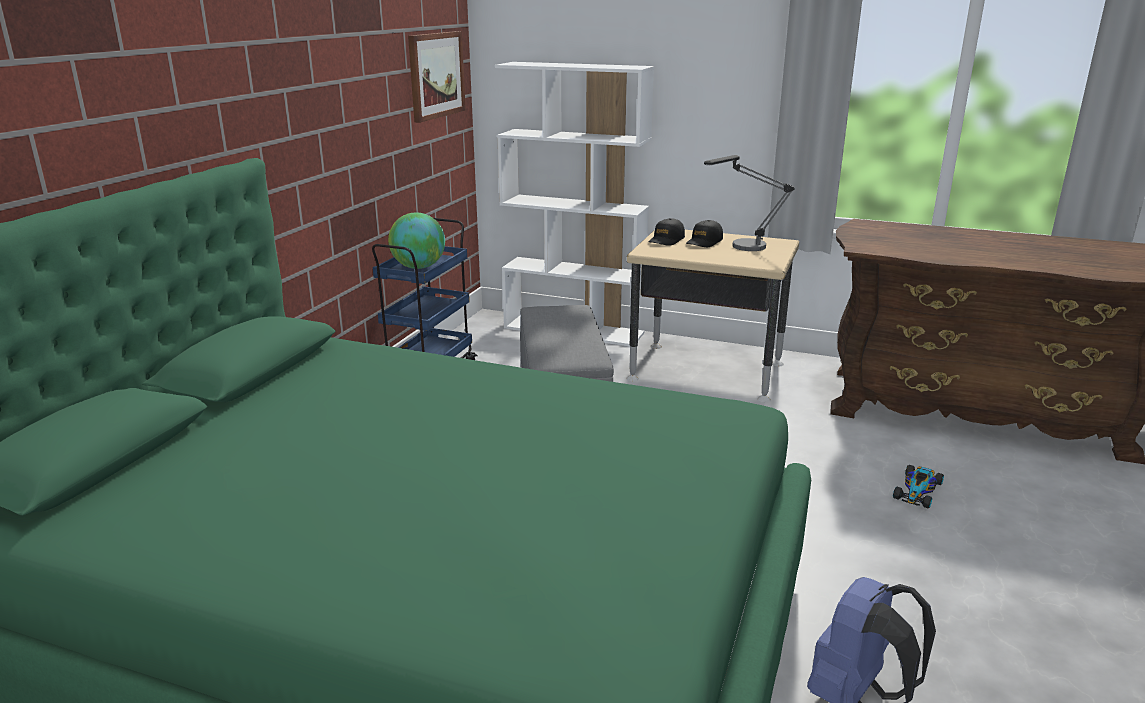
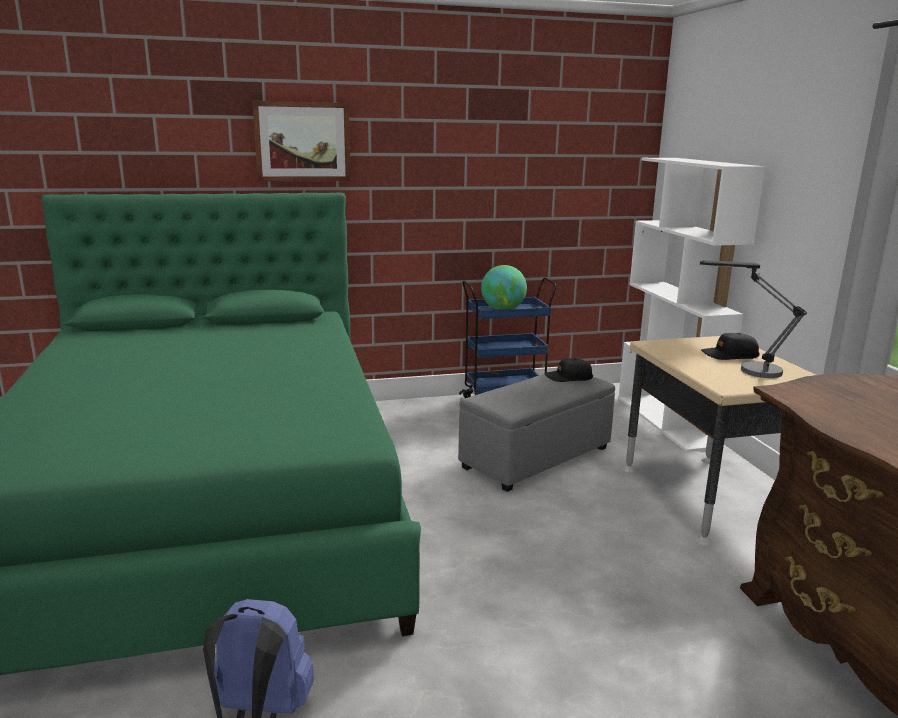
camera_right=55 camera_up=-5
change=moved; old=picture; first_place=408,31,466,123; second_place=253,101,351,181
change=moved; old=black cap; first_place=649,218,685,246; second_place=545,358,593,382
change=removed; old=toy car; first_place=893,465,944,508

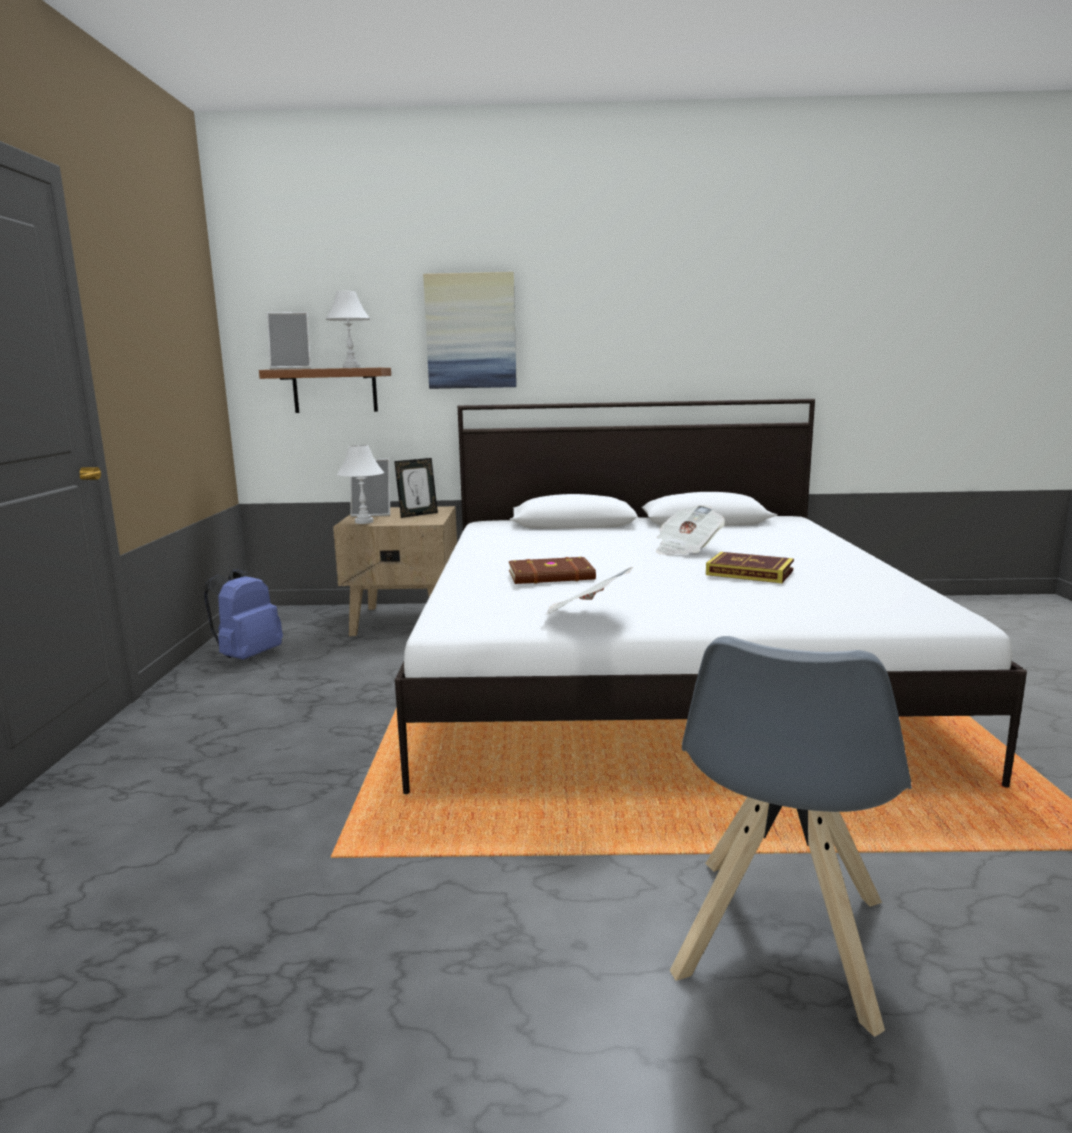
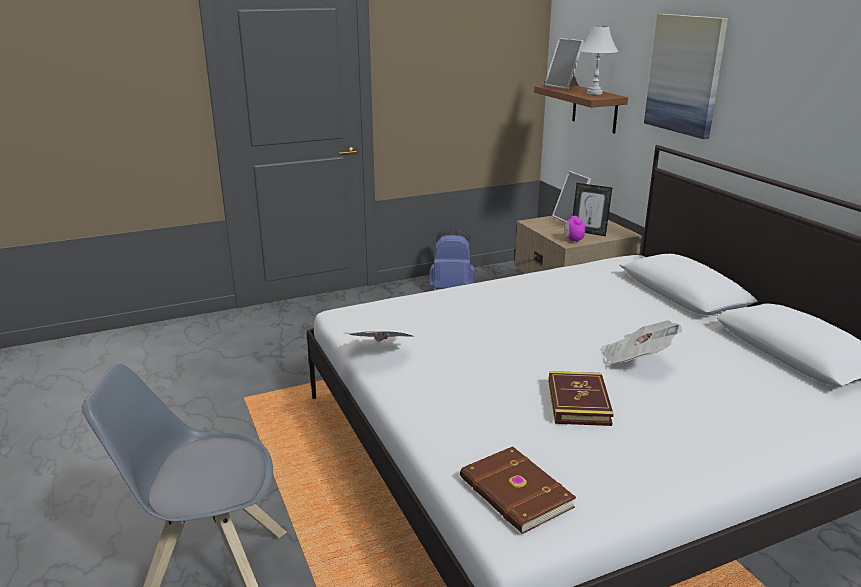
camera_right=65 camera_up=10
change=moved; old=brown book; first_place=509,557,596,584; second_place=460,446,576,534
change=added; new=alarm clock; second_place=565,216,585,243
change=removed; old=white table lamp; first_place=337,445,384,524

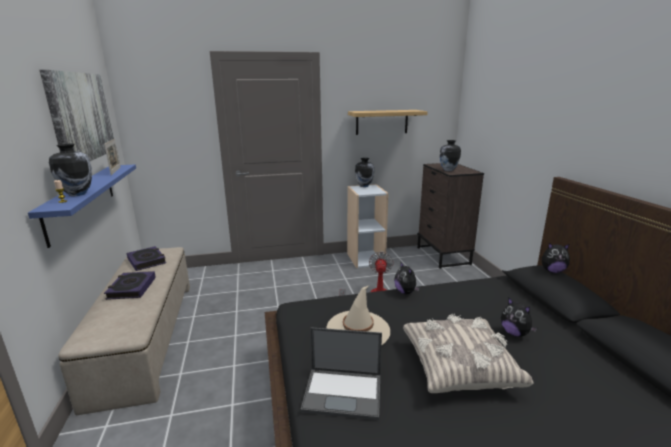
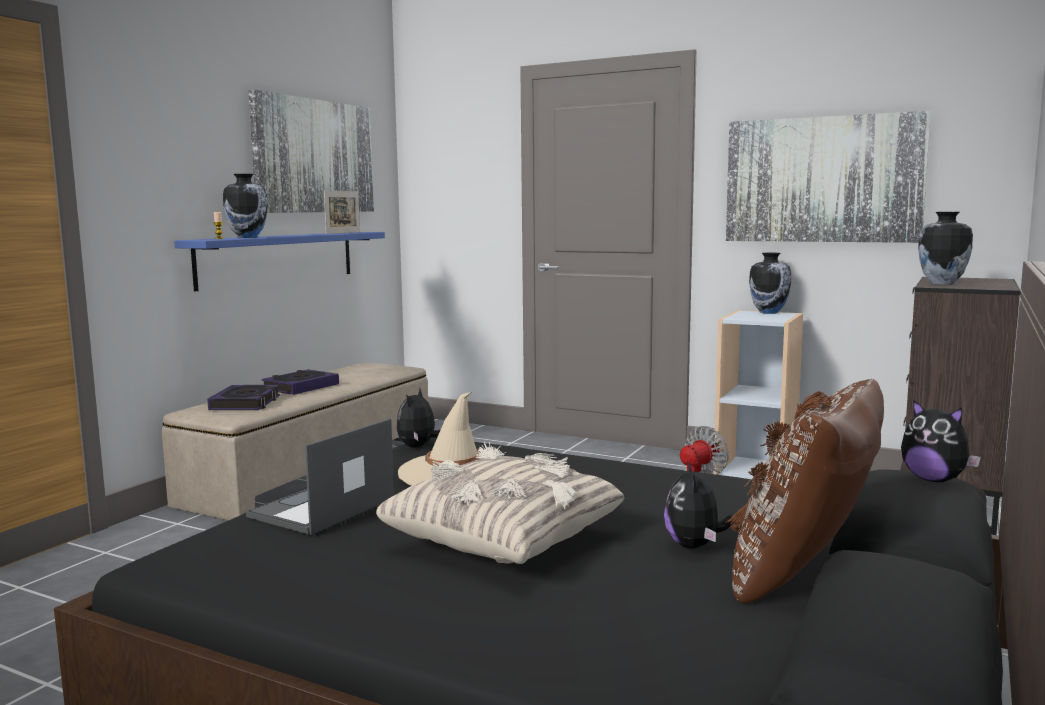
camera_right=40 camera_up=-10
change=moved; old=book; first_place=127,246,166,271; second_place=208,385,280,410
change=turned; old=laptop; first_place=300,327,382,420; second_place=246,418,394,535; degrees=75
change=moved; old=plush toy; first_place=394,261,420,294; second_place=396,389,441,447
change=added; new=brown pillow; second_place=725,379,884,603
change=replaced; old=shelf; new=picture; first_place=348,110,428,135; second_place=726,111,931,243

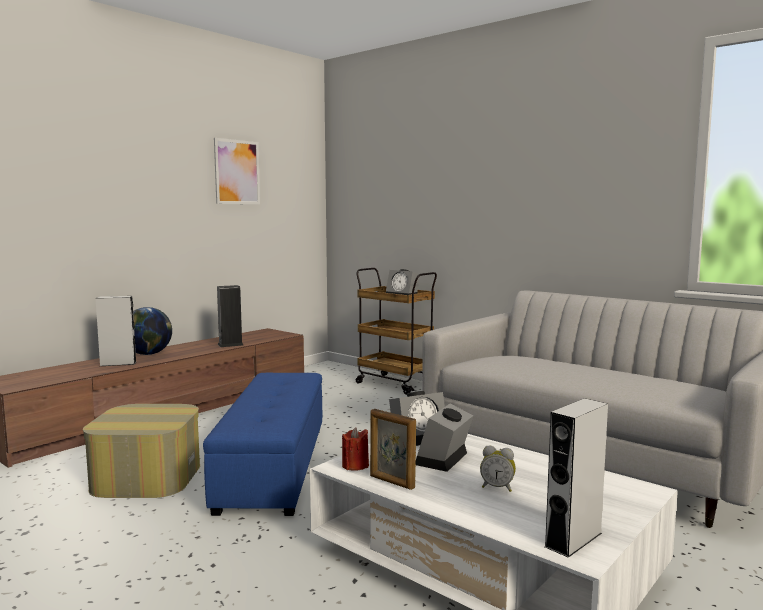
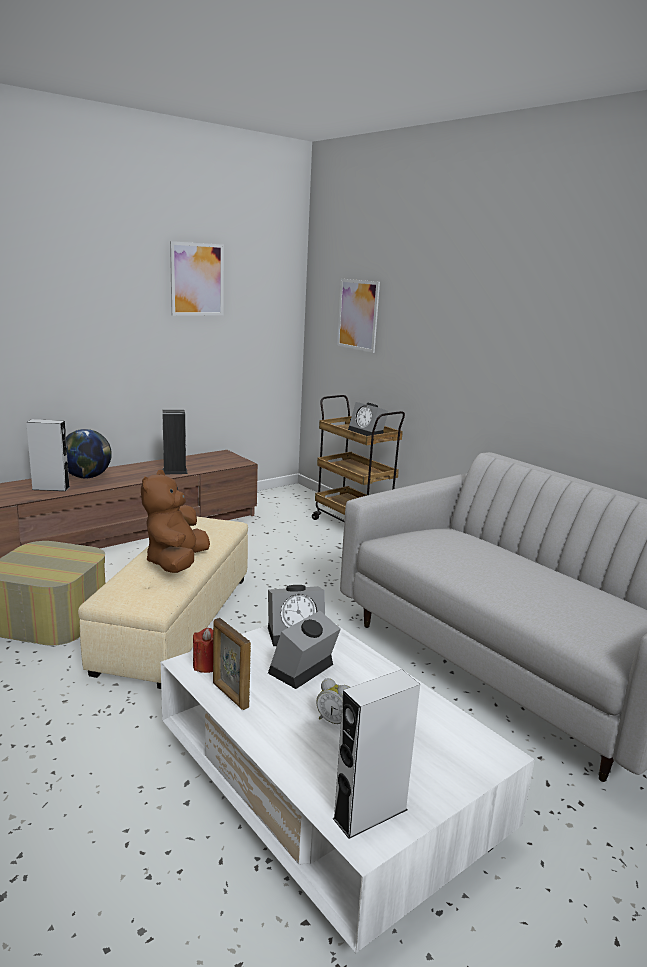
camera_right=10 camera_up=10
change=recoloured; old=blue ottoman; new=beige ottoman; first_place=203,373,322,516; second_place=78,517,248,689
change=added; new=brown plush toy; second_place=141,470,210,573
change=added; new=picture; second_place=337,279,380,353

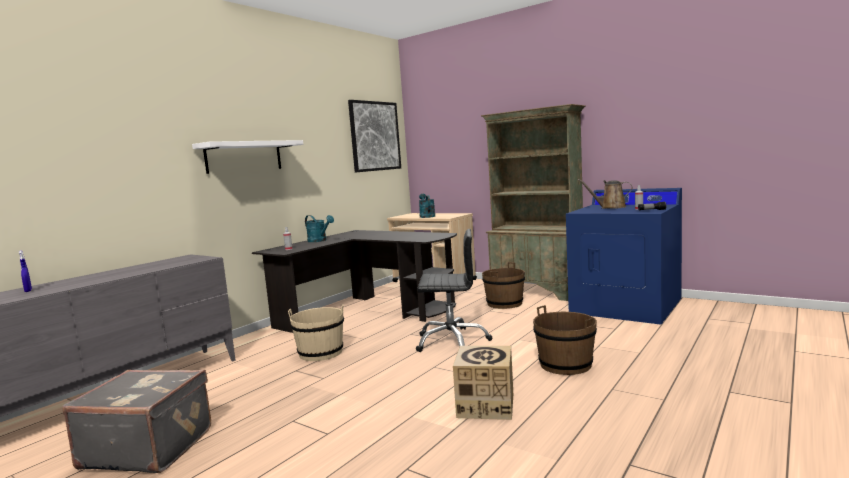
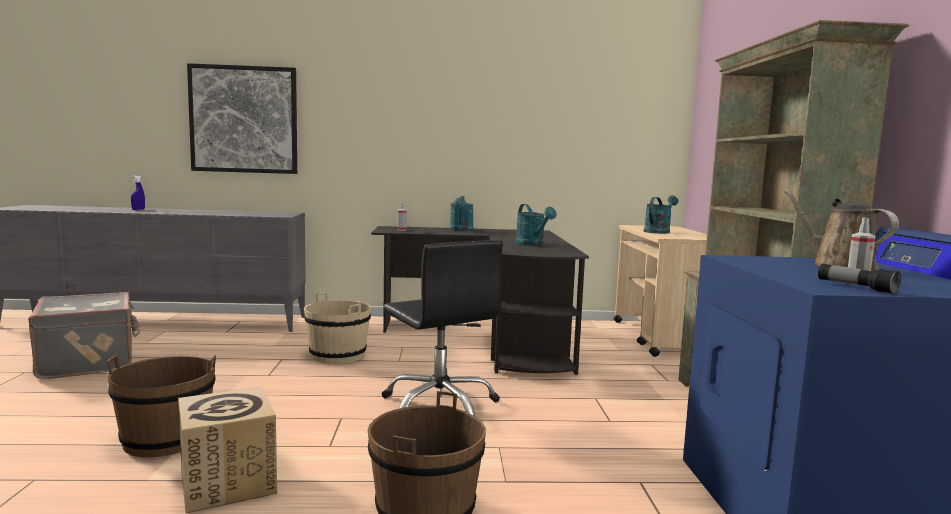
camera_right=50 camera_up=0
change=moved; old=brown bucket; first_place=482,262,525,309; second_place=106,355,216,457
change=moved; old=picture; first_place=348,100,401,172; second_place=187,63,297,174
change=added; new=turquoise watering can; second_place=516,204,557,246
change=removed; old=white shelf; first_place=192,140,303,174

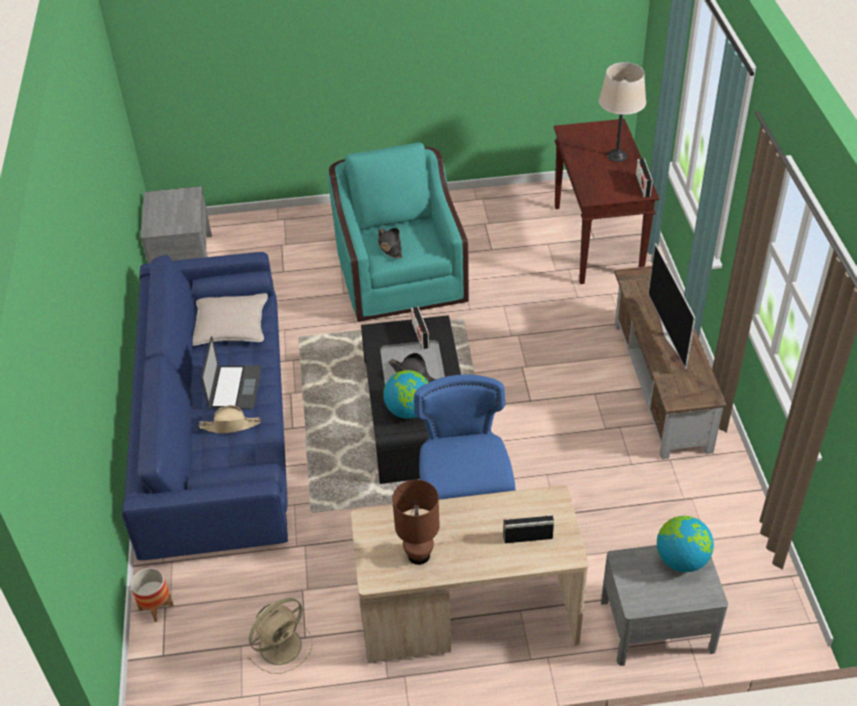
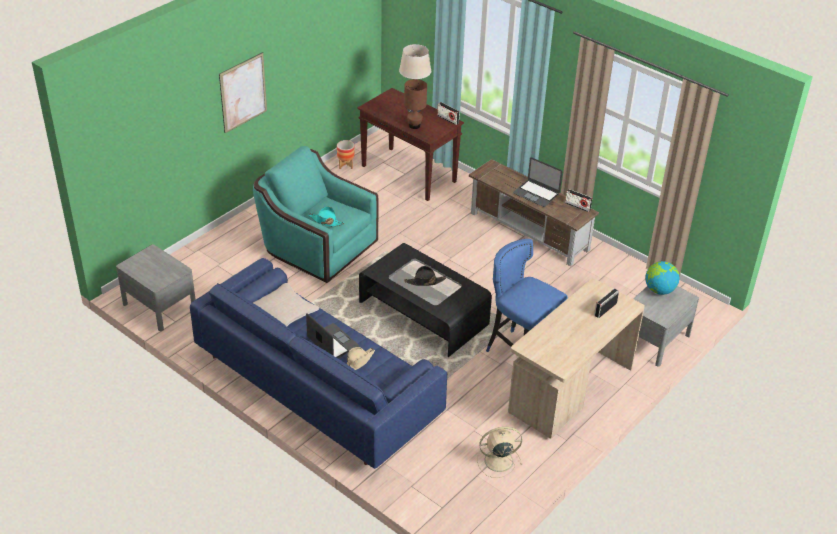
camera_right=-45 camera_up=-5
change=added; new=picture; second_place=219,52,267,133
change=recoloured; old=black hat; new=turquoise hat; first_place=378,228,403,258; second_place=309,206,345,227
change=moved; old=planter; first_place=131,568,174,622; second_place=337,140,355,169
change=moved; old=brown table lamp; first_place=392,480,439,565; second_place=404,79,427,129
change=turned; old=beige fan; first_place=247,598,313,674; second_place=477,427,523,478; degrees=-105
change=replaced; old=television; new=laptop; first_place=648,243,695,369; second_place=513,157,562,207
change=moved; old=radio; first_place=411,307,430,349; second_place=565,189,592,212
change=removed; old=globe; first_place=383,370,429,419

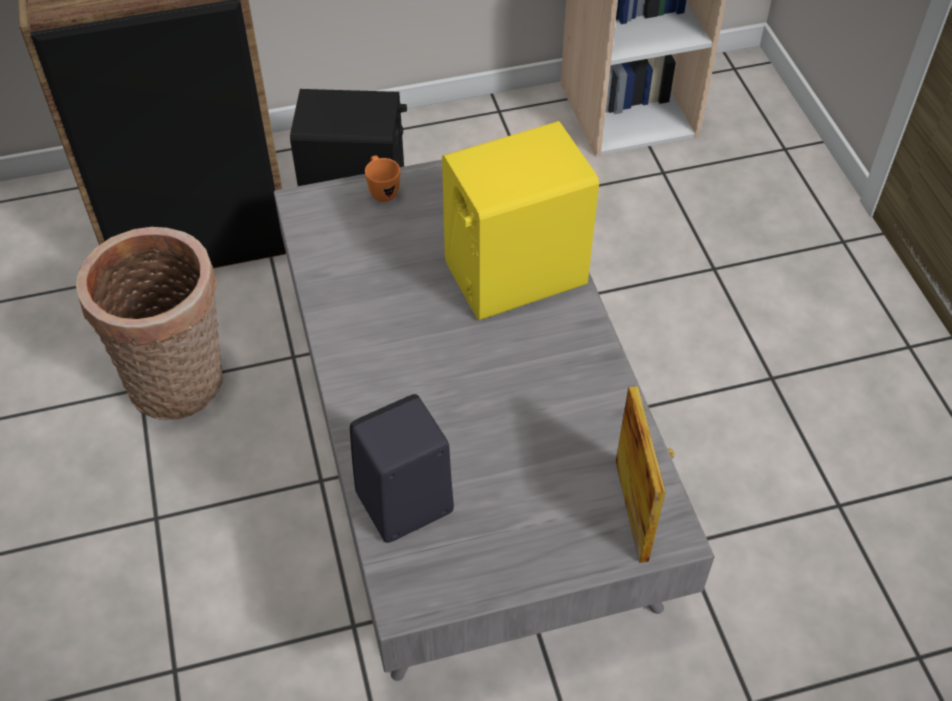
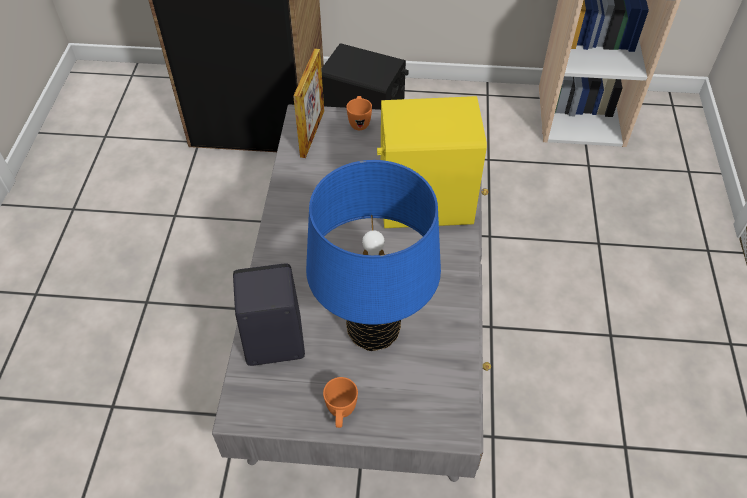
camera_right=20 camera_up=0
change=moved; old=picture frame; first_place=616,386,666,563; second_place=293,48,324,158
change=added; new=blue table lamp; second_place=306,160,441,351
change=added; new=orange mug; second_place=323,377,358,428
change=removed; old=basket; first_place=76,227,223,420

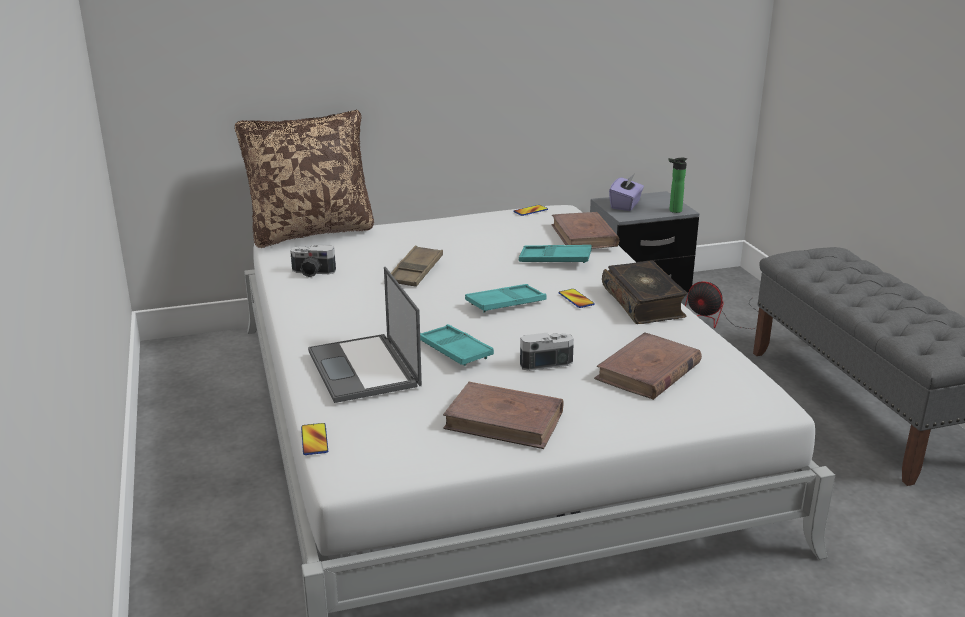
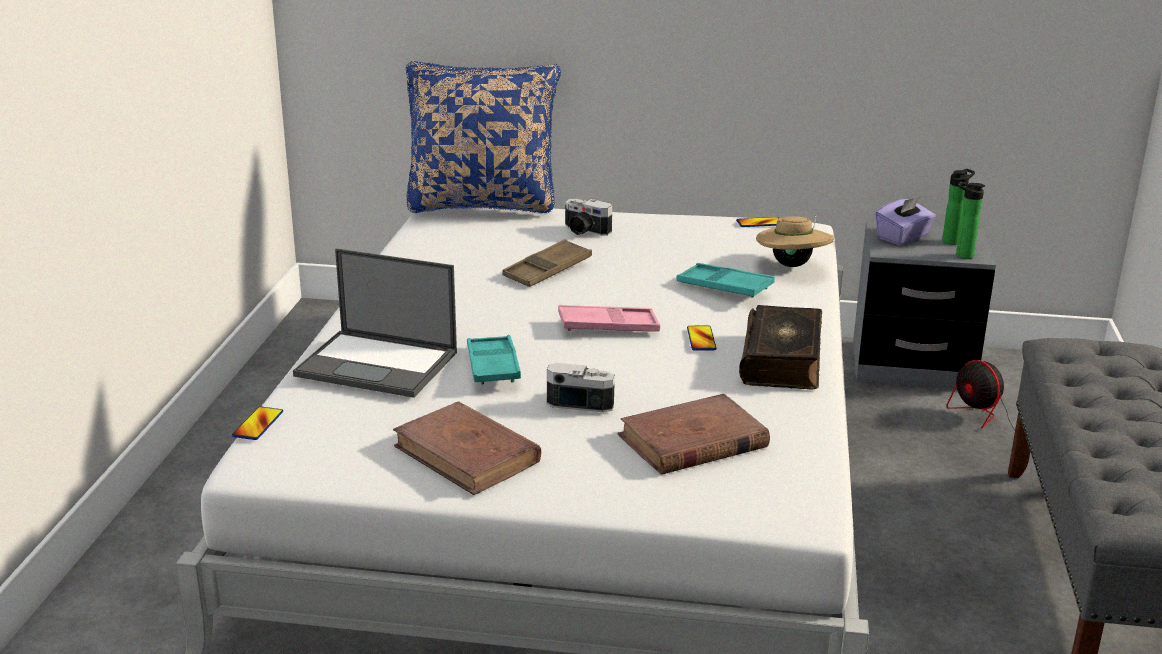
camera_right=25 camera_up=0
change=turned; old=laptop; first_place=308,267,422,403; second_place=293,248,457,398; degrees=-75
change=recoloured; old=brown pillow; new=blue pillow; first_place=234,109,374,248; second_place=405,61,561,214
change=recoloured; old=turquoise tray; new=pink tray; first_place=465,284,547,313; second_place=558,305,660,332
change=moved; old=photo camera; first_place=290,245,336,277; second_place=565,199,612,236
change=replaced; old=brown book; new=beige hat; first_place=552,212,619,249; second_place=756,214,834,267
change=added; new=bottle; second_place=942,169,975,245

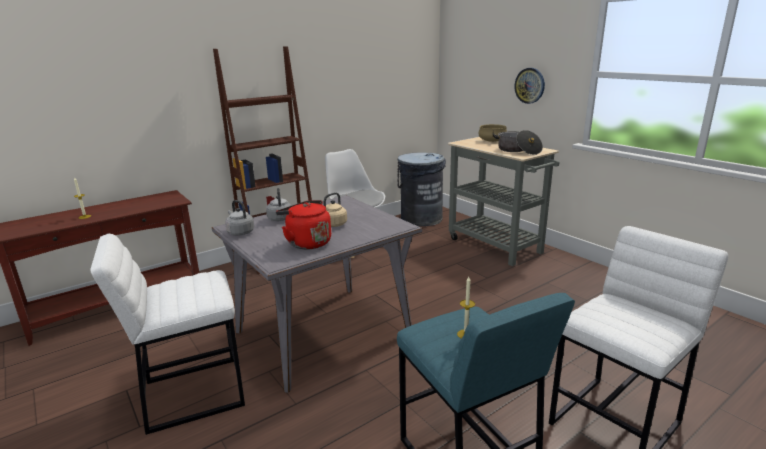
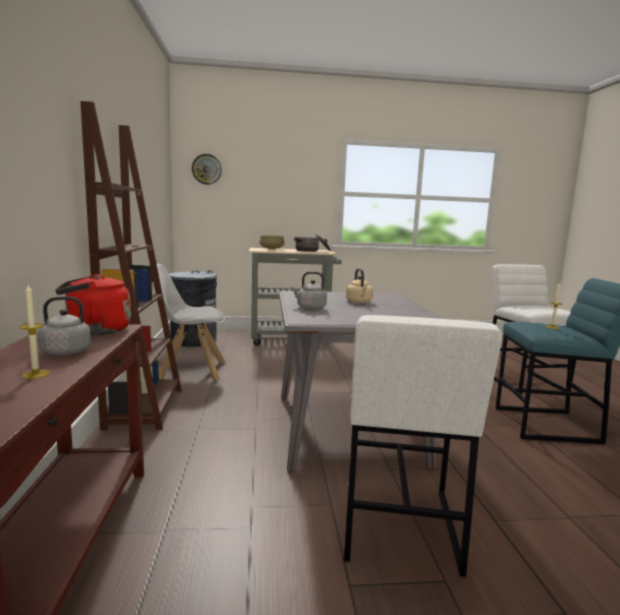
camera_right=-60 camera_up=-10
change=moved; old=grey kettle; first_place=225,200,254,235; second_place=24,296,91,355
change=moved; old=red kettle; first_place=276,200,331,250; second_place=55,274,131,335
change=moved; old=wall clock; first_place=514,68,545,104; second_place=192,154,222,185

